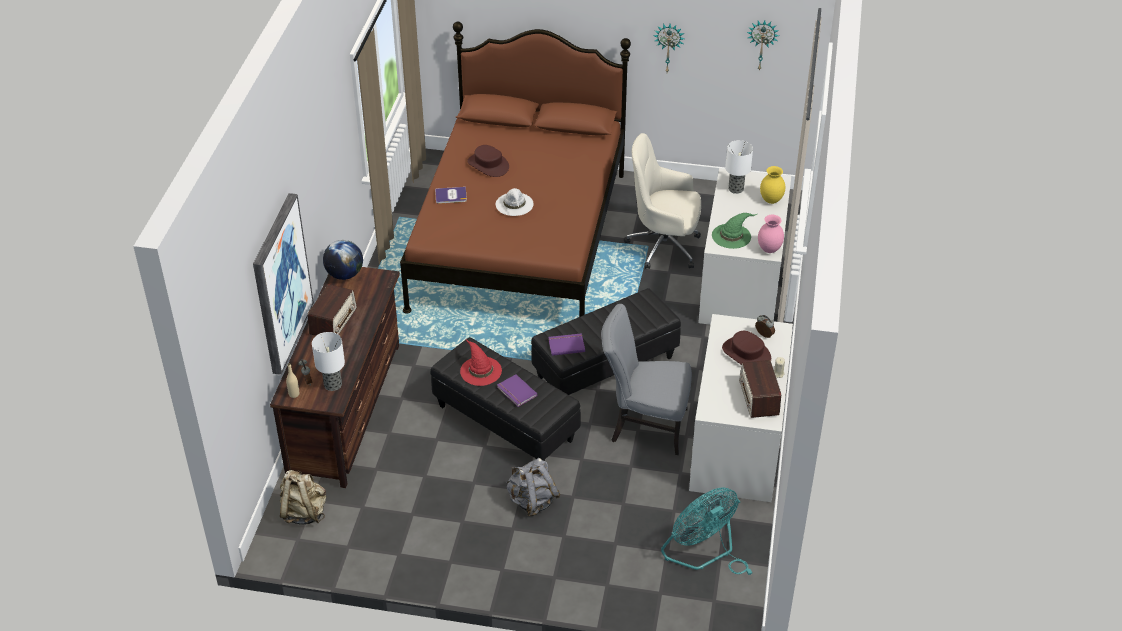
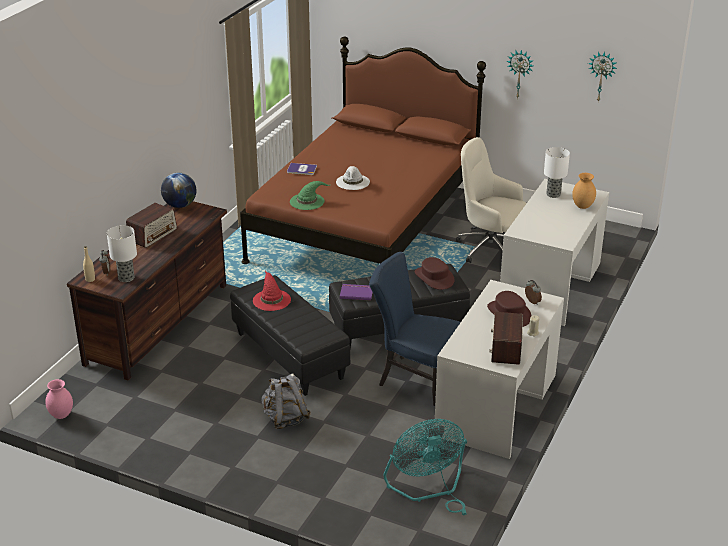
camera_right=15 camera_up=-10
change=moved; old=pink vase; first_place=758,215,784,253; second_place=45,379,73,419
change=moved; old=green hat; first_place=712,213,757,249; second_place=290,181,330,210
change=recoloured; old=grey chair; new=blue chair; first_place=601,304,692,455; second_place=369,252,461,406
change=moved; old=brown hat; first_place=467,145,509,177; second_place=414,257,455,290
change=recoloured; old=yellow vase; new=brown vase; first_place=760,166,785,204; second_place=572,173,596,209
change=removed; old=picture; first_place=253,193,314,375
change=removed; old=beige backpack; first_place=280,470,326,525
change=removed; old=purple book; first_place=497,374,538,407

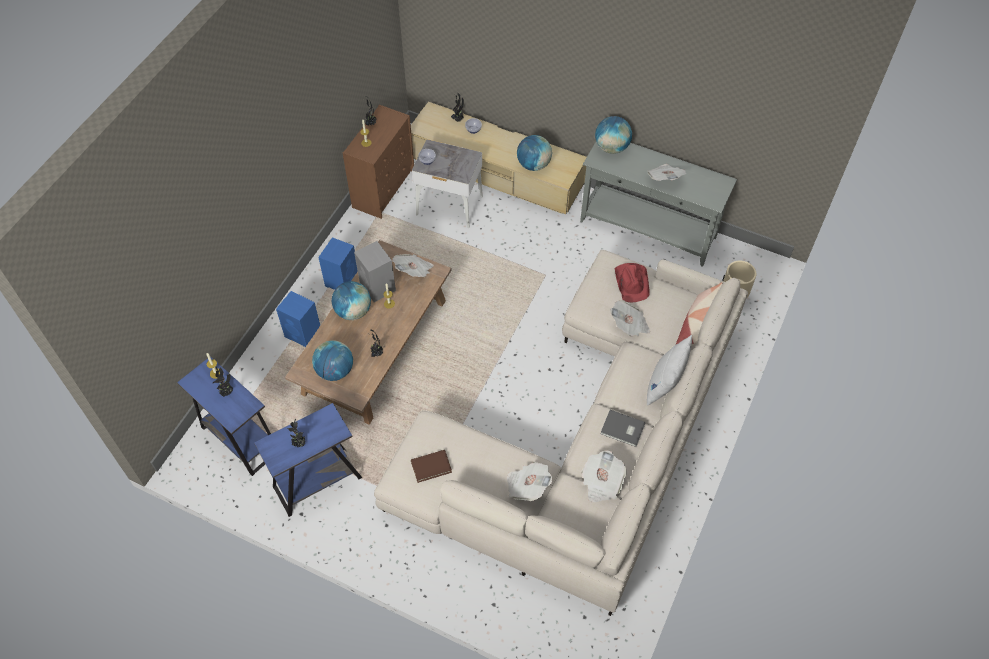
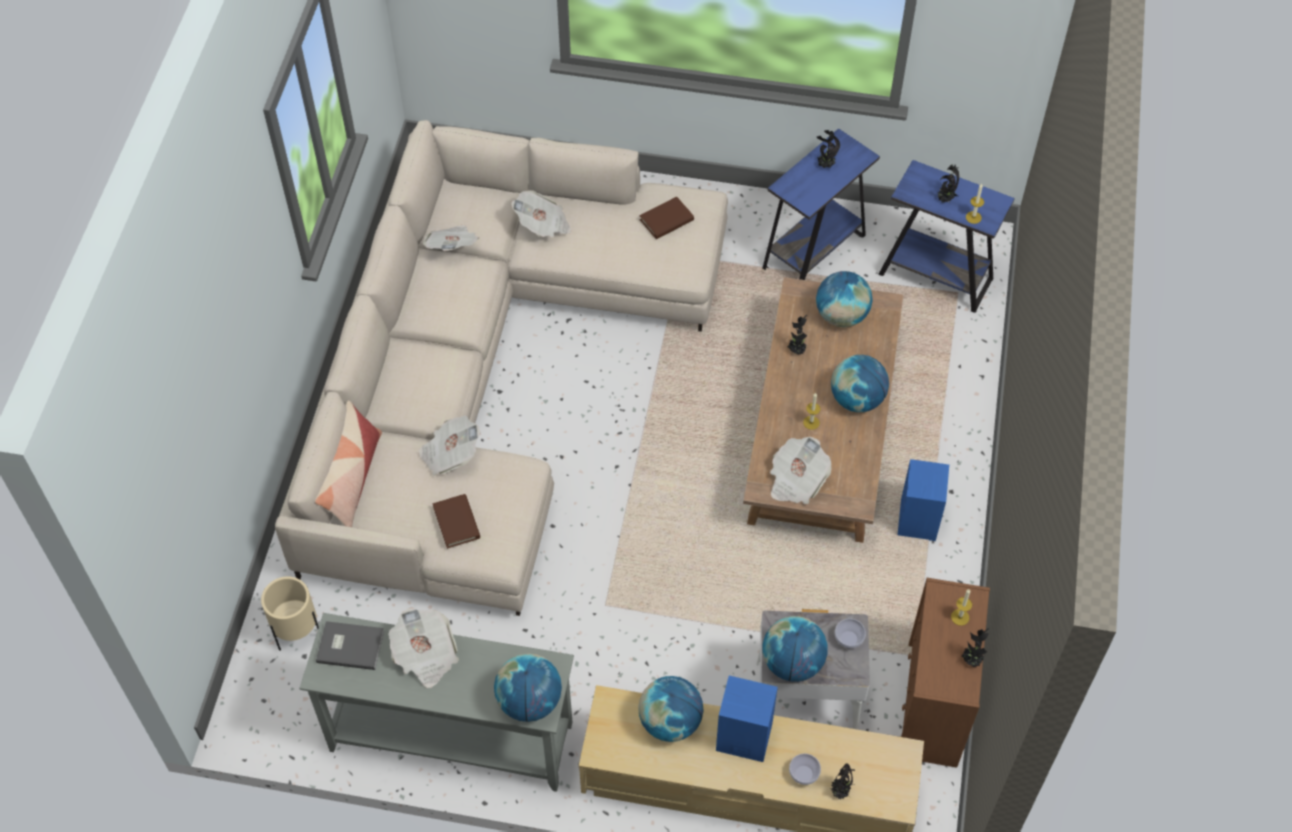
camera_right=165 camera_up=0
change=moved; old=grey book; first_place=600,410,646,447; second_place=316,621,384,670
change=replaced; old=red hat; new=brown book; first_place=615,263,650,302; second_place=433,494,480,549
change=moved; old=blue speaker; first_place=276,291,320,347; second_place=716,676,778,762
change=added; new=globe; second_place=763,616,828,682
change=removed; old=grey speaker; first_place=354,241,396,302
change=removed; old=grey pillow; first_place=647,335,692,405

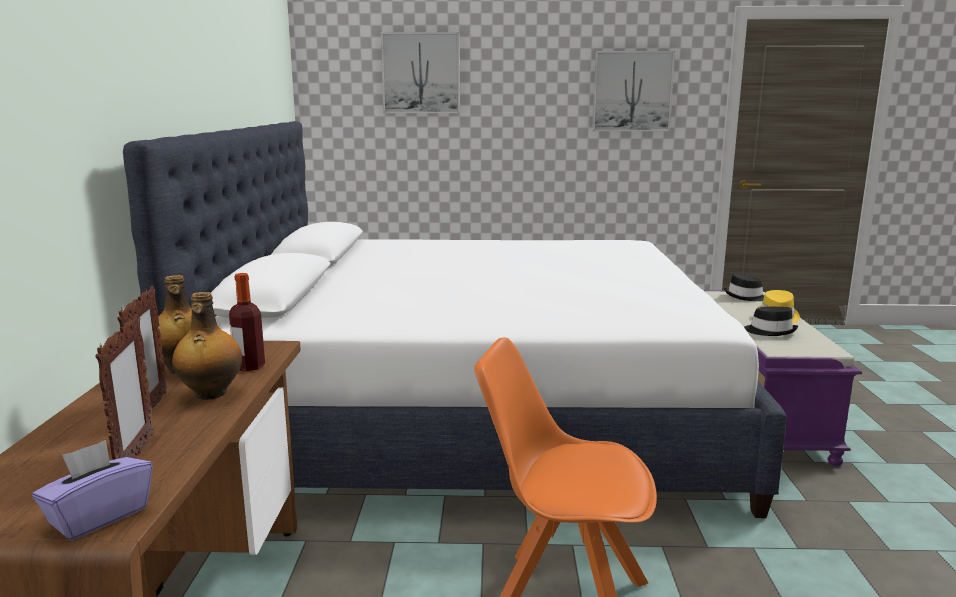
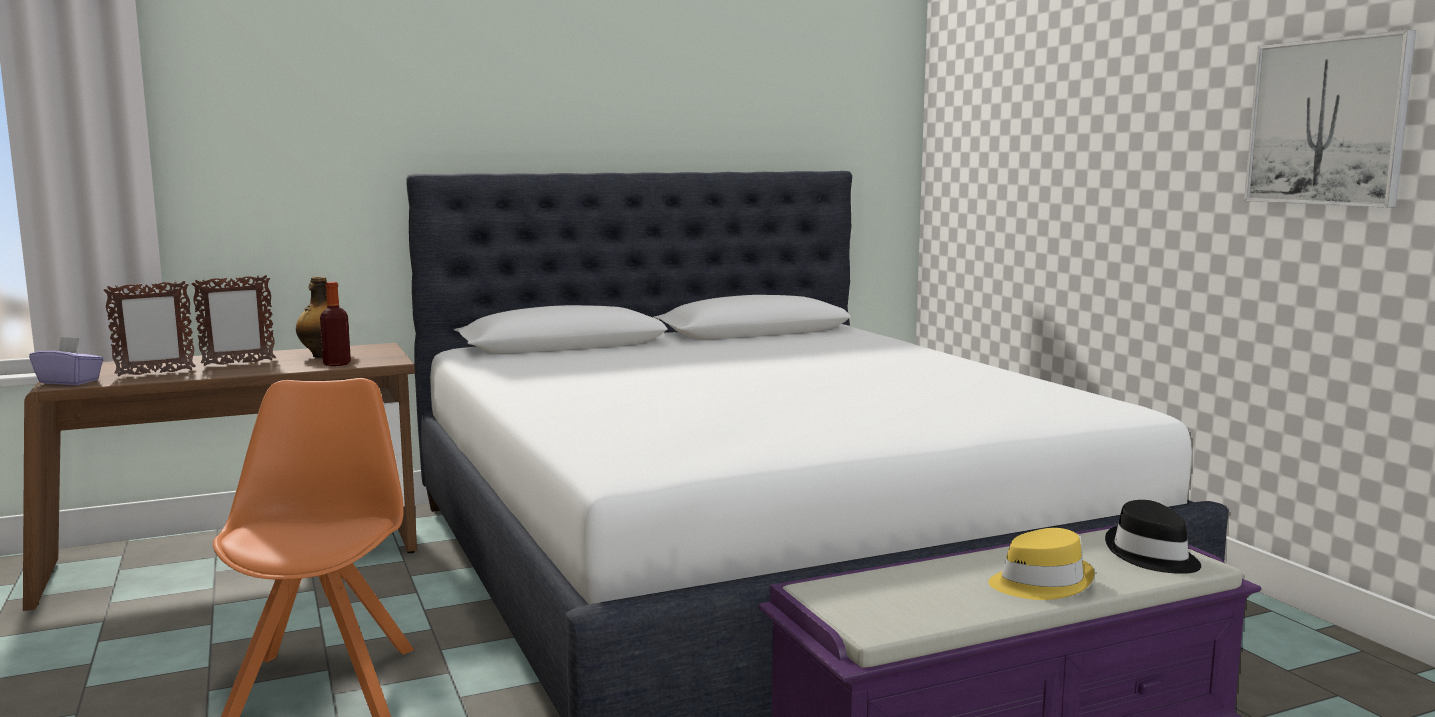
camera_right=65 camera_up=-5
change=removed; old=bottle; first_place=172,292,242,400
change=removed; old=picture; first_place=381,32,460,113
change=removed; old=black hat; first_place=744,306,798,336

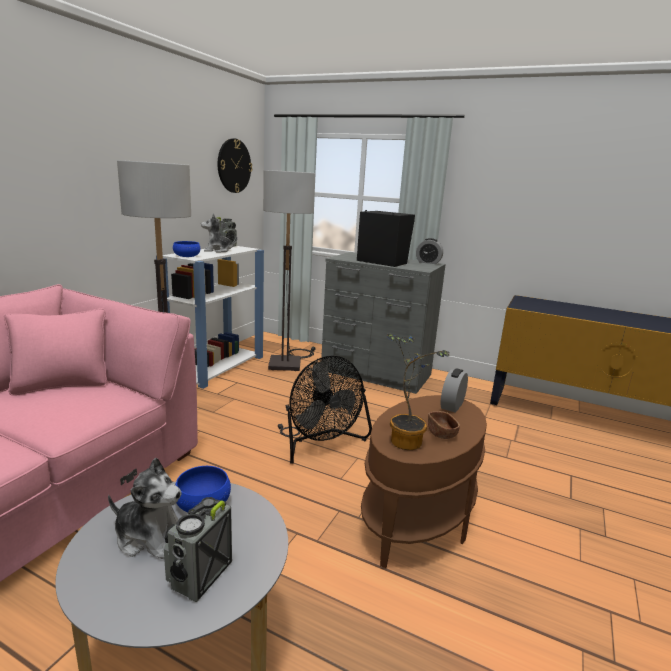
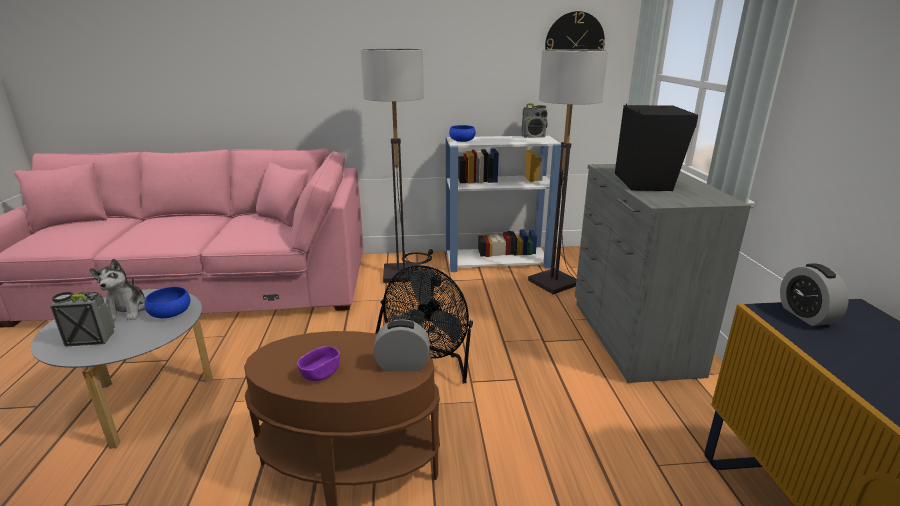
camera_right=60 camera_up=5
change=recoloured; old=brown bowl; new=purple bowl; first_place=428,411,460,439; second_place=297,346,340,381
change=moved; old=alarm clock; first_place=416,238,443,264; second_place=780,263,849,326
change=removed; old=plush toy; first_place=201,214,237,253
change=removed; old=potted plant; first_place=387,334,450,450

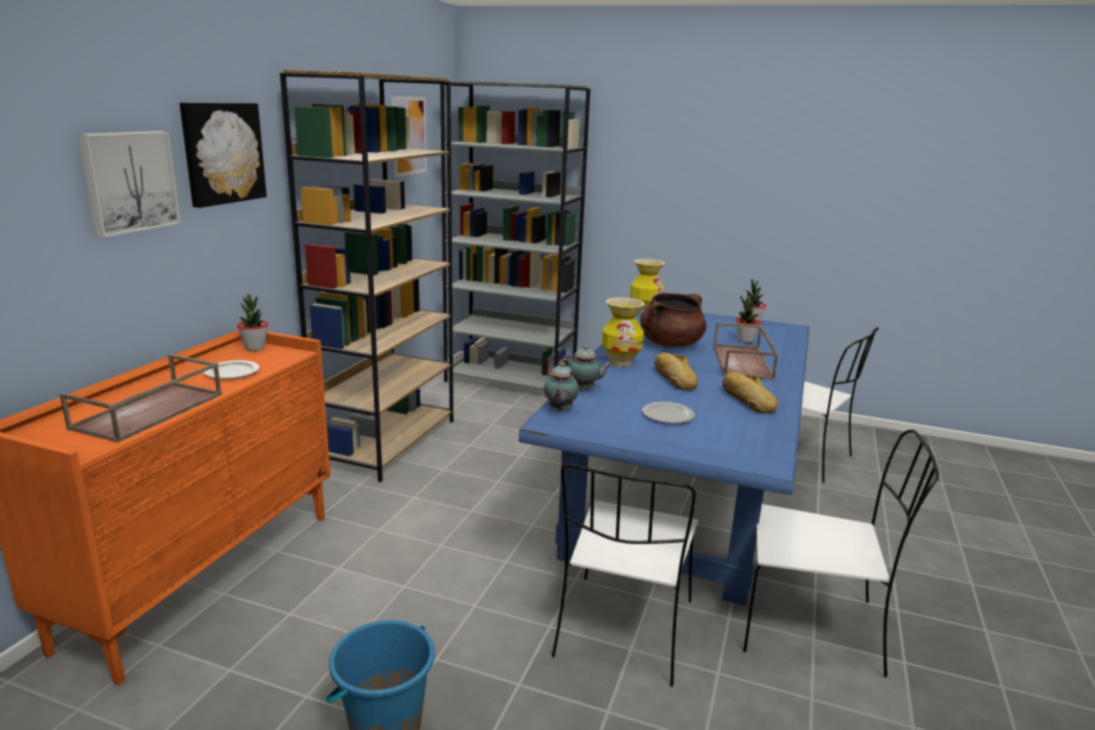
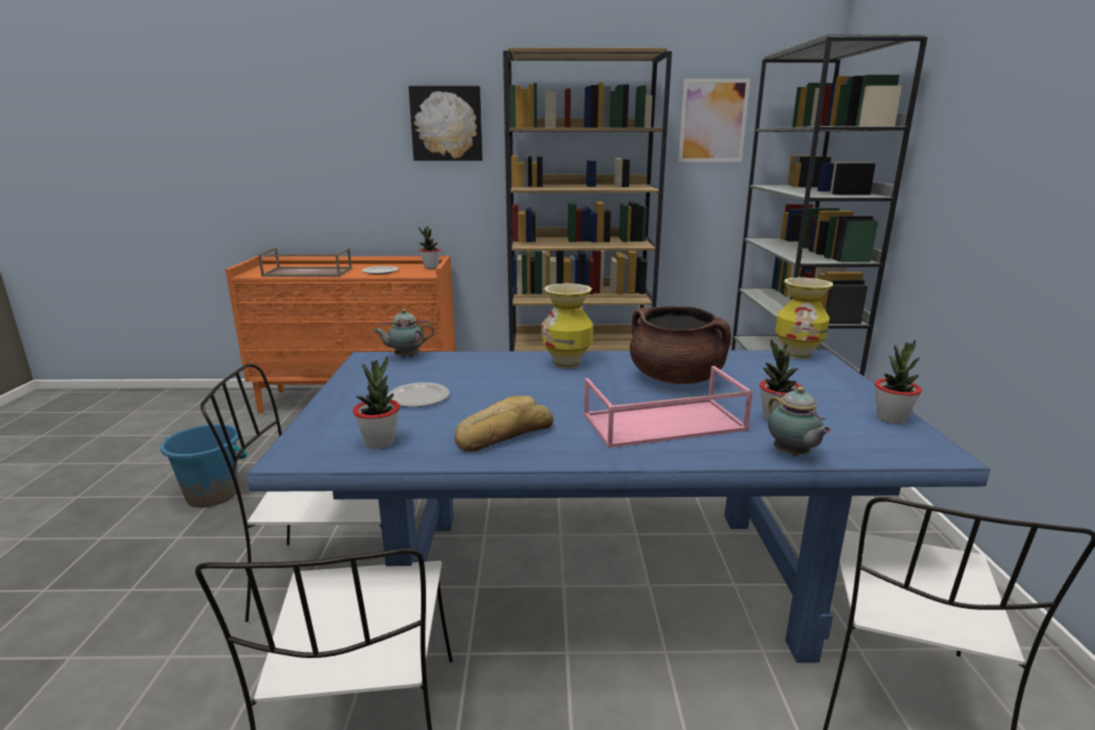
camera_right=70 camera_up=0
change=added; new=potted plant; second_place=353,356,400,449
change=recoloured; old=brown tray; new=pink tray; first_place=714,323,778,380; second_place=584,366,753,448
change=moved; old=teapot; first_place=558,345,613,389; second_place=768,387,832,456
change=removed; old=picture; first_place=77,131,181,237
change=removed; old=bread; first_place=655,352,698,390

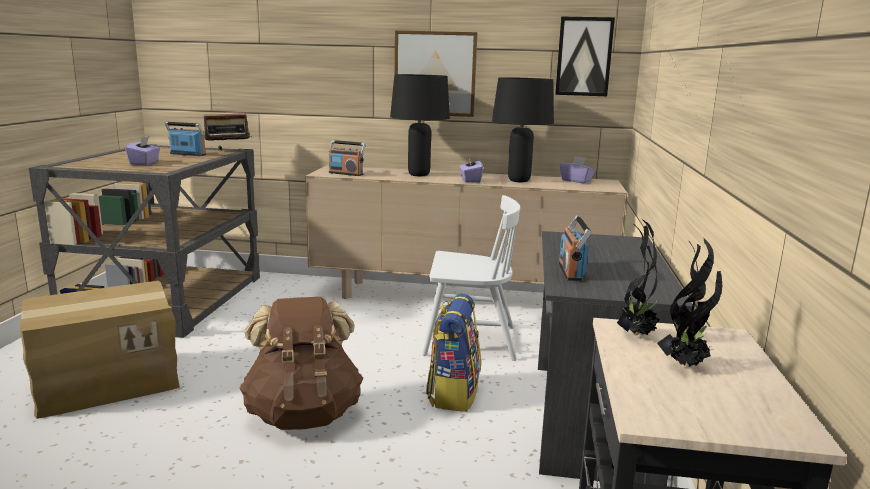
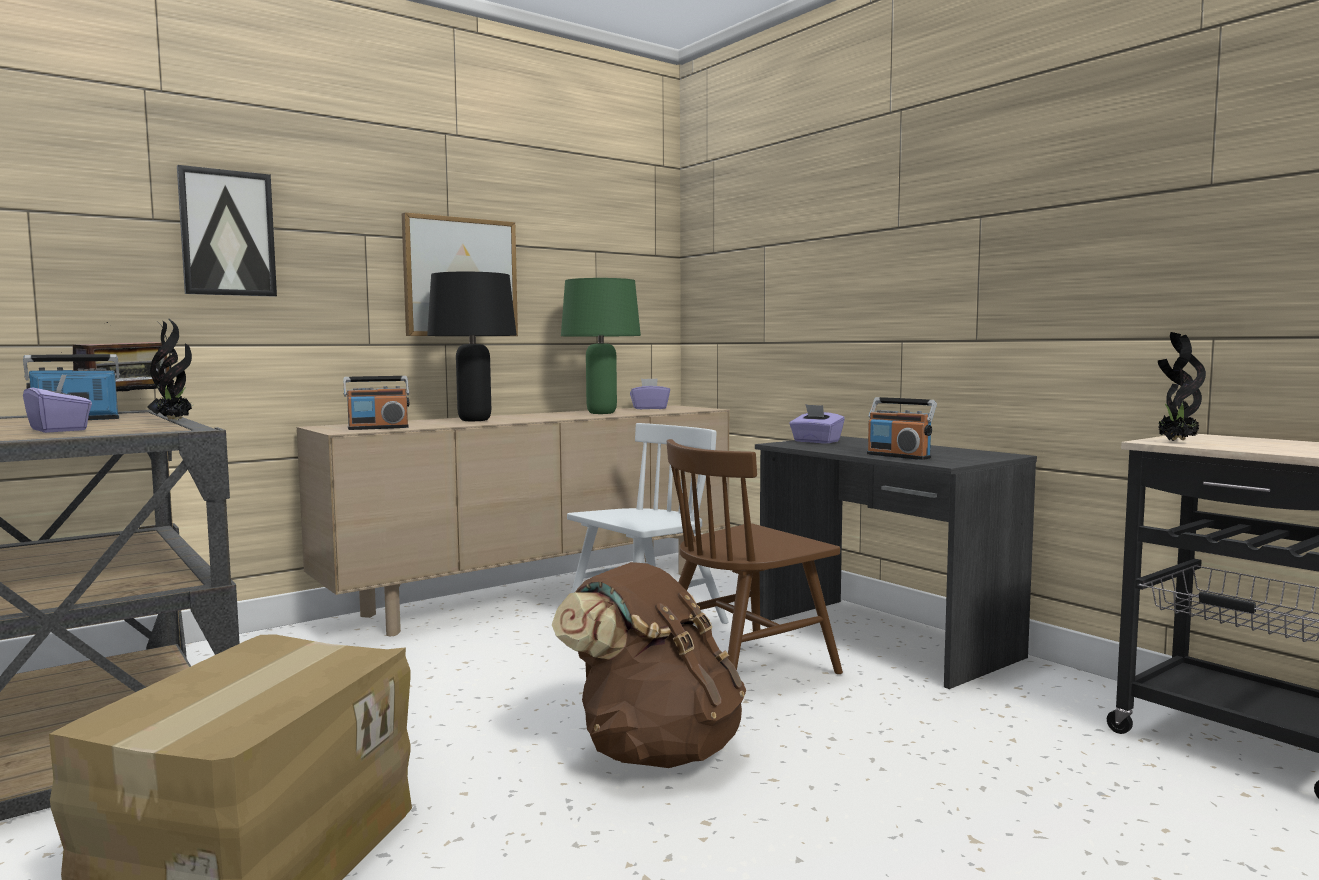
camera_right=-45 camera_up=-10
change=moved; old=potted plant; first_place=657,237,722,367; second_place=147,318,193,421
change=moved; old=picture; first_place=555,16,615,96; second_place=177,165,277,297
change=recoloured; old=black table lamp; new=green table lamp; first_place=492,77,554,182; second_place=561,278,641,414
change=replaced; old=backpack; new=brown chair; first_place=426,294,481,412; second_place=667,439,843,674
change=moved; old=purple tissue box; first_place=460,157,483,183; second_place=789,404,845,443

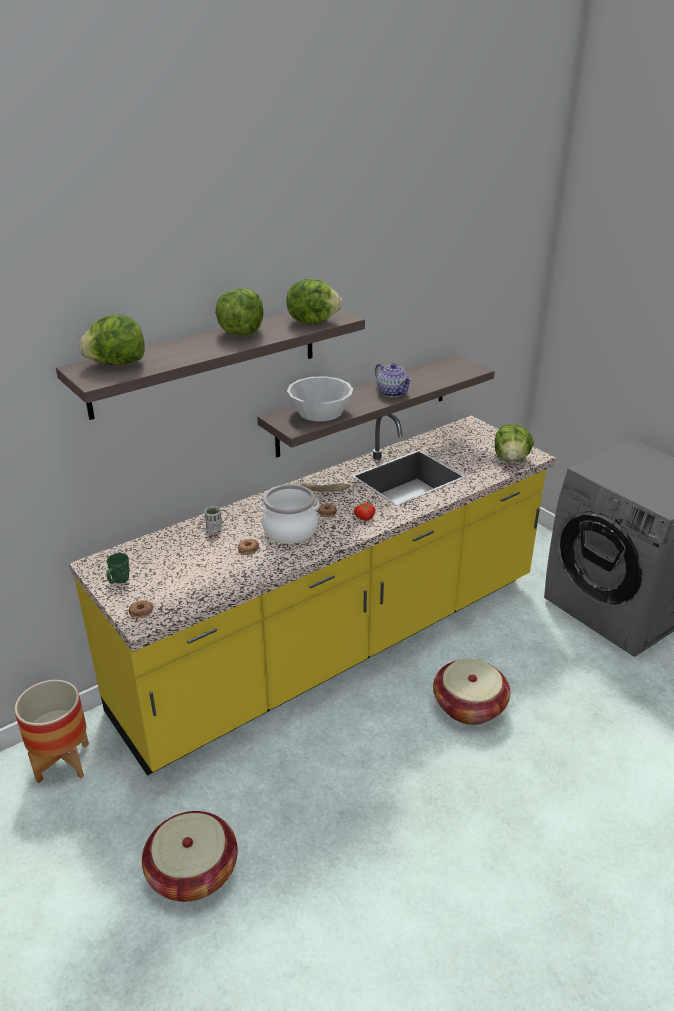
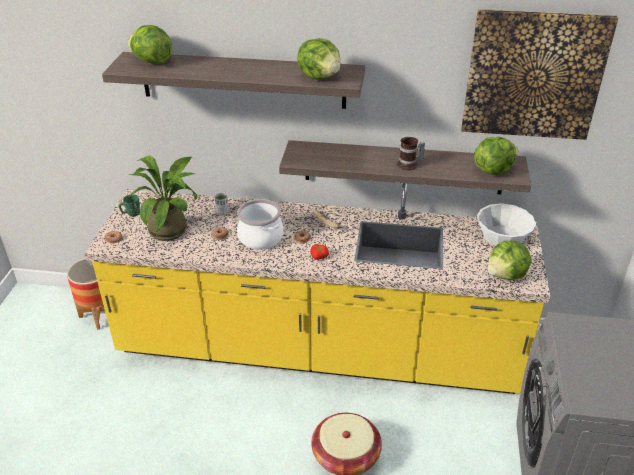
camera_right=45 camera_up=5
change=added; new=potted plant; second_place=127,155,197,241
change=replaced; old=teapot; new=mug; first_place=375,363,412,397; second_place=397,137,425,170
change=added; new=picture; second_place=461,9,618,140
change=moved; old=lettuce; first_place=215,289,263,336; second_place=474,137,518,175
change=moved; old=white bowl; first_place=287,376,353,421; second_place=477,203,536,246
change=removed; old=basket; first_place=142,811,238,902

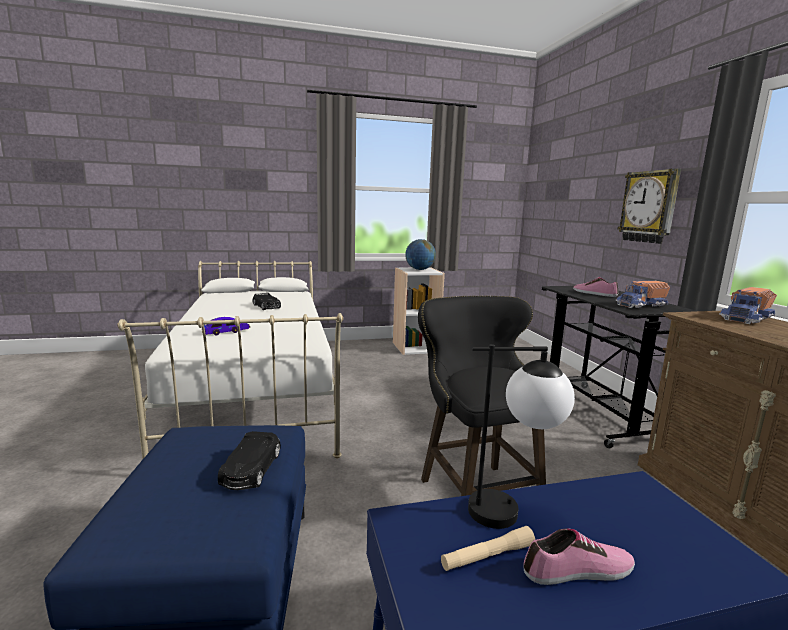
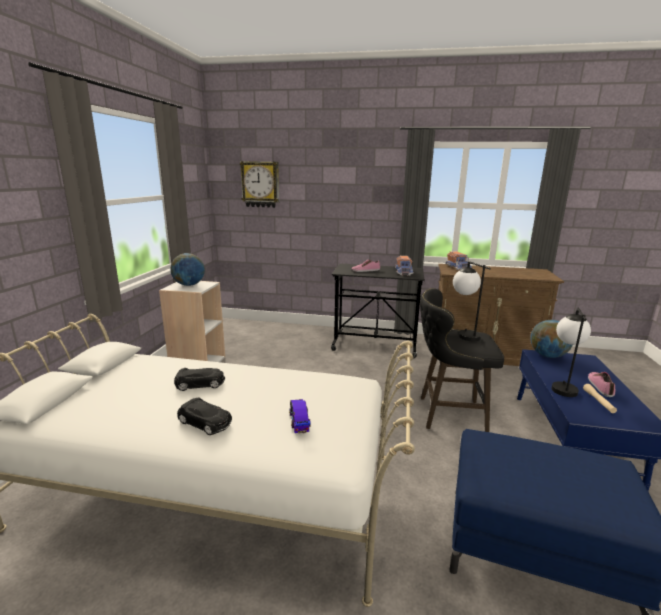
camera_right=-65 camera_up=5
change=moved; old=black toy car; first_place=218,431,281,490; second_place=177,398,232,435
change=moved; old=wall clock; first_place=618,169,681,244; second_place=240,161,279,208
change=added; new=table lamp; second_place=453,261,491,341
change=added; new=globe; second_place=530,320,573,358

